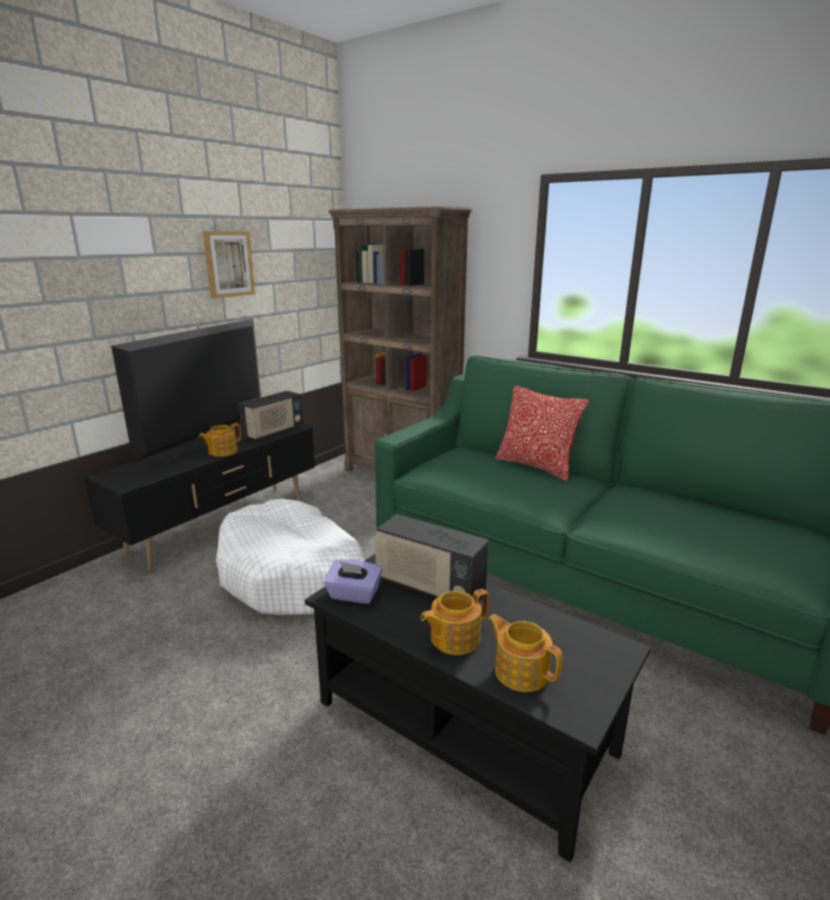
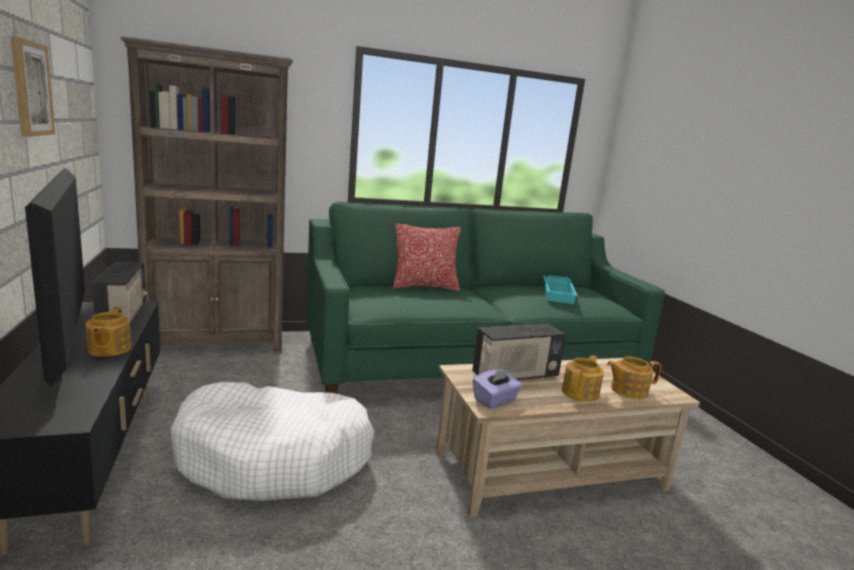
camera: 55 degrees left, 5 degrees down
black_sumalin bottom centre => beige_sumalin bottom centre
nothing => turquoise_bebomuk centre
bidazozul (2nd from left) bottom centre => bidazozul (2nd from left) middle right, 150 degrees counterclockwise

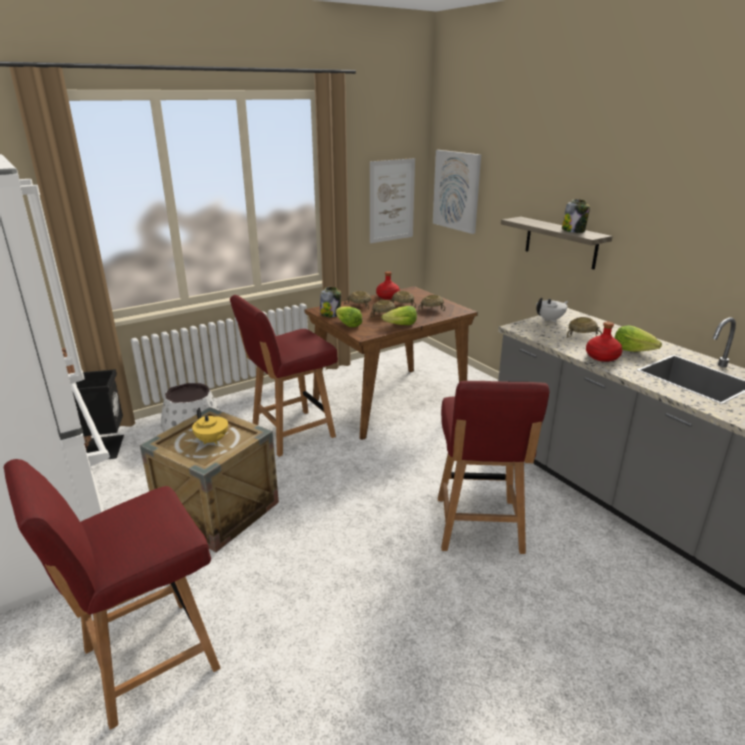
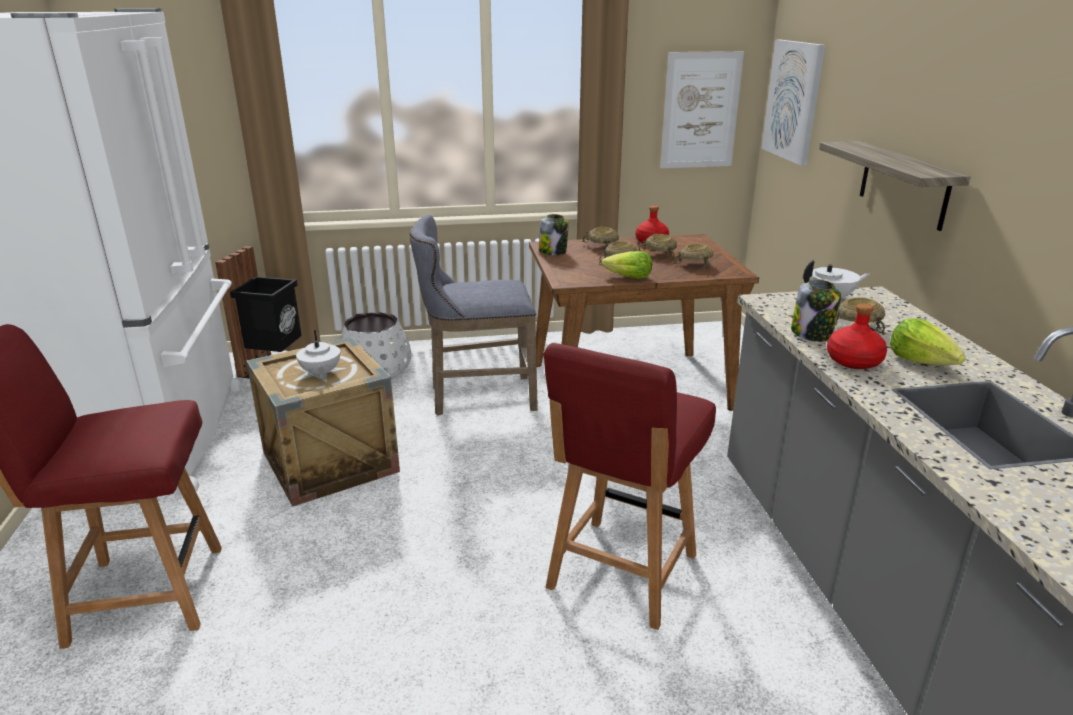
camera: 25 degrees right, 0 degrees up
yellow_bidazozul middle left => white_bidazozul (1st from left) middle left
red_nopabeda (2nd from left) centre => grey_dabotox centre
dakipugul (2nd from left) top right => dakipugul (2nd from left) middle right, moved
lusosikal (1st from left) centre => nothing

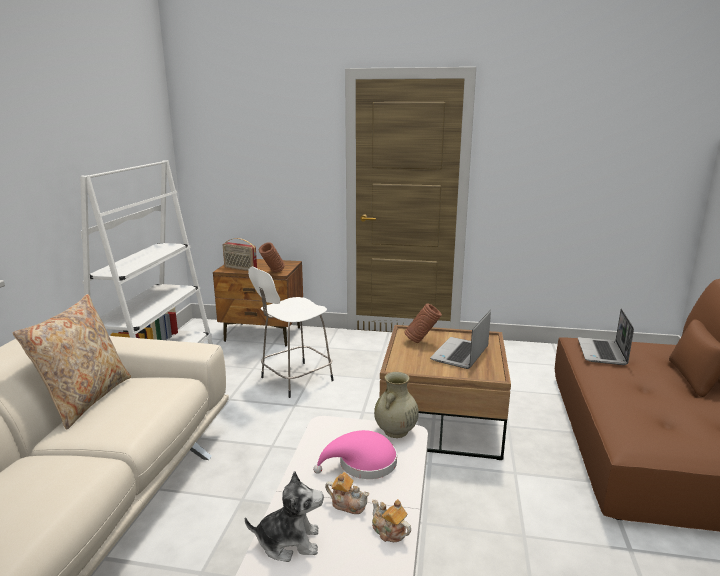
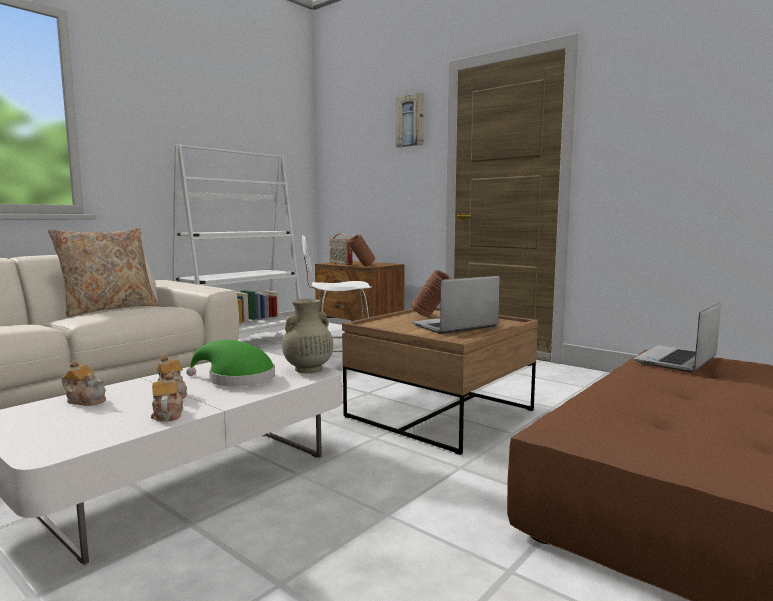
camera: 30 degrees right, 10 degrees down
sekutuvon bottom centre => bidazozul (1st from left) middle left
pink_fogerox bottom centre => green_fogerox middle left
nothing => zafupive top centre

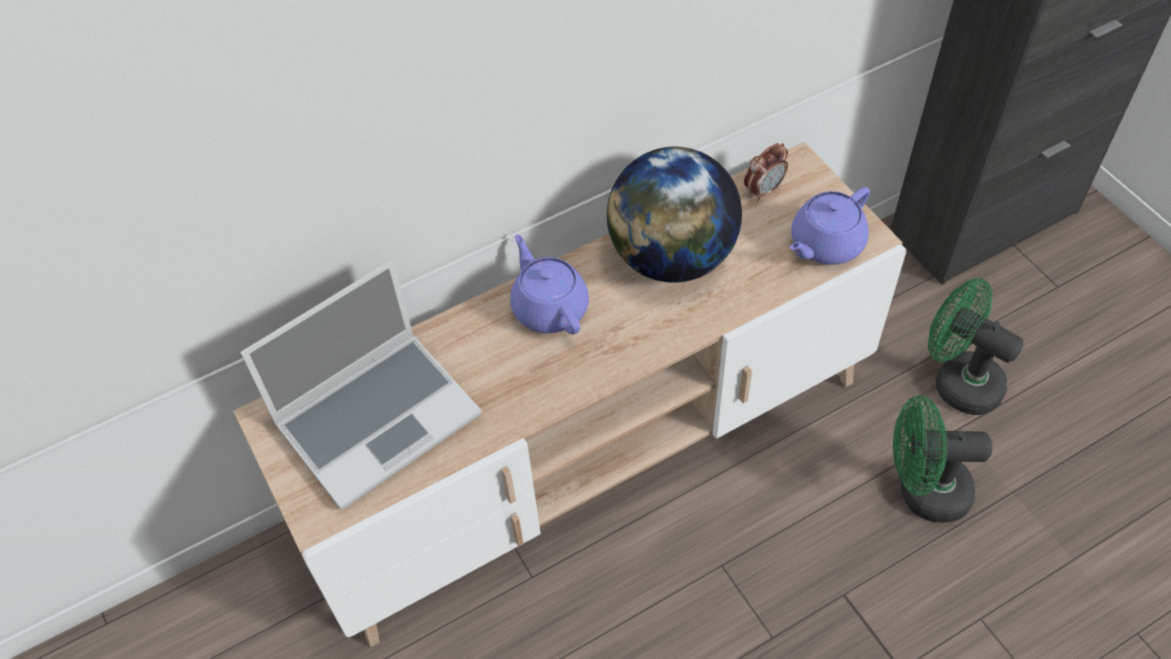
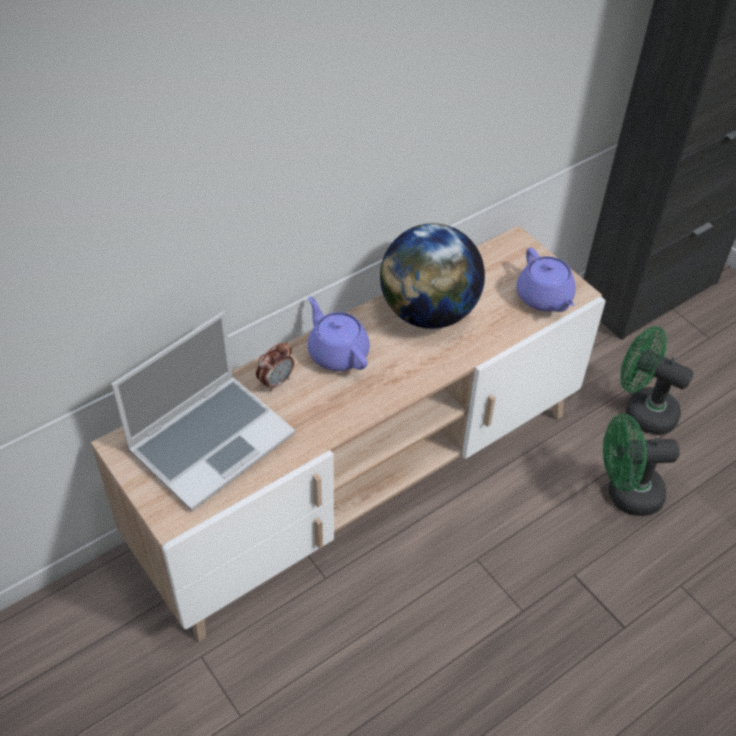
camera: 10 degrees left, 5 degrees down
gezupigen top centre => gezupigen centre, moved
purple_bidazozul (2nd from left) middle right, 60 degrees counterclockwise

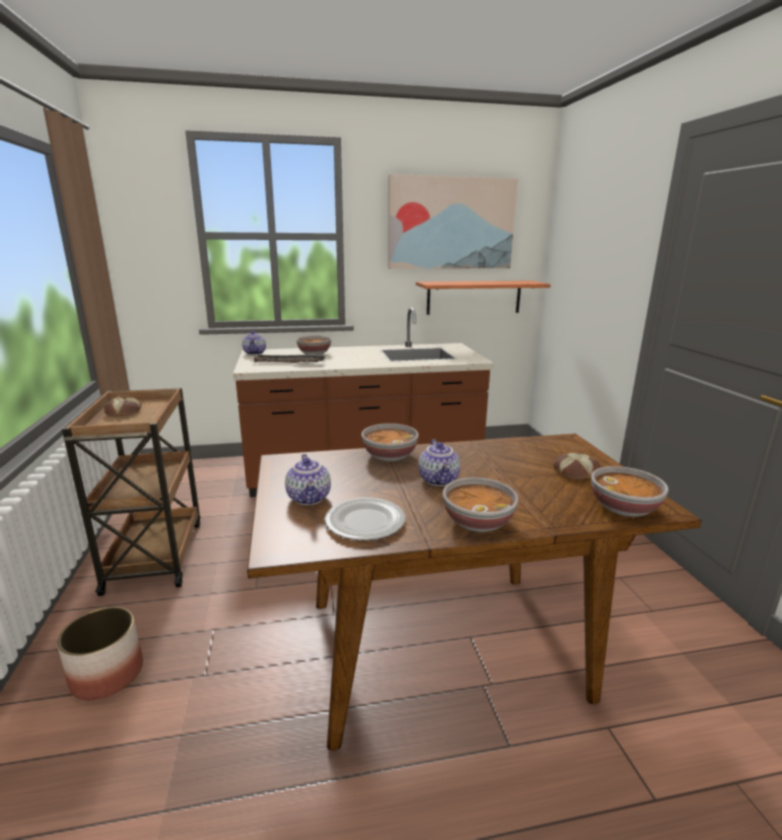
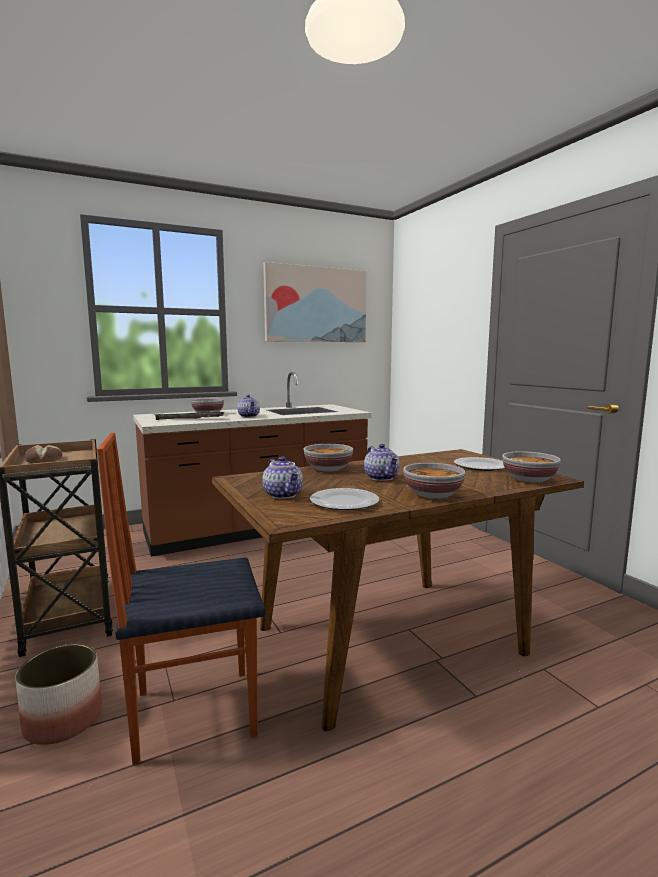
camera: 15 degrees left, 10 degrees down
nothing => nopabeda bottom left
bidazozul (1st from left) middle left => bidazozul (1st from left) centre, moved
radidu (2nd from left) middle right => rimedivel (2nd from left) middle right
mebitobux centre => nothing

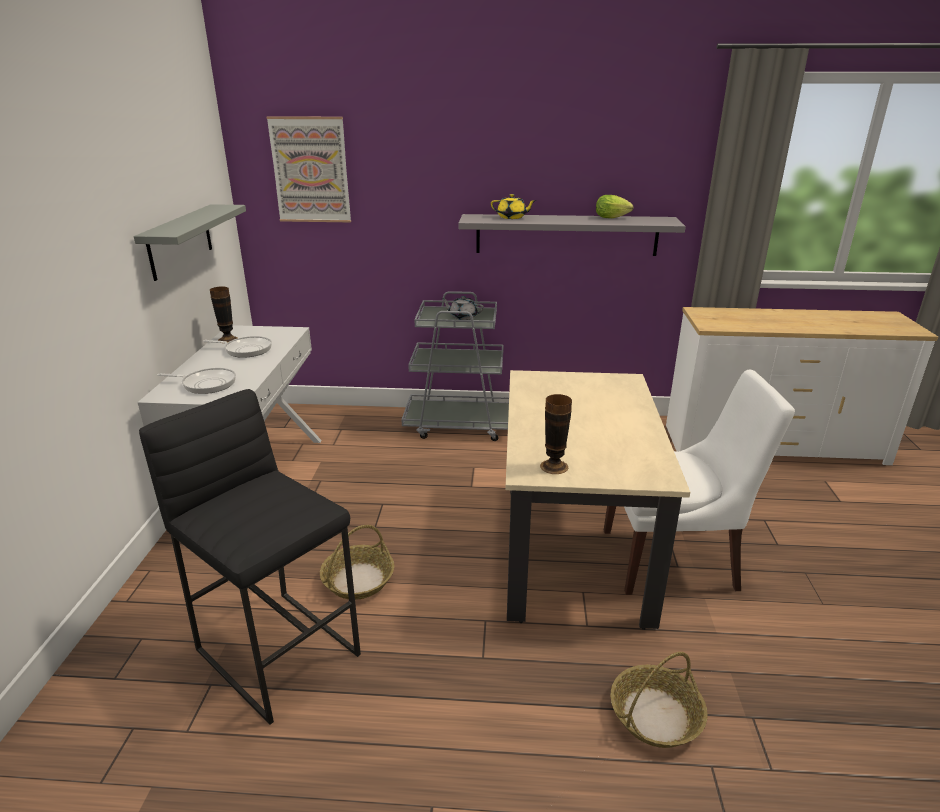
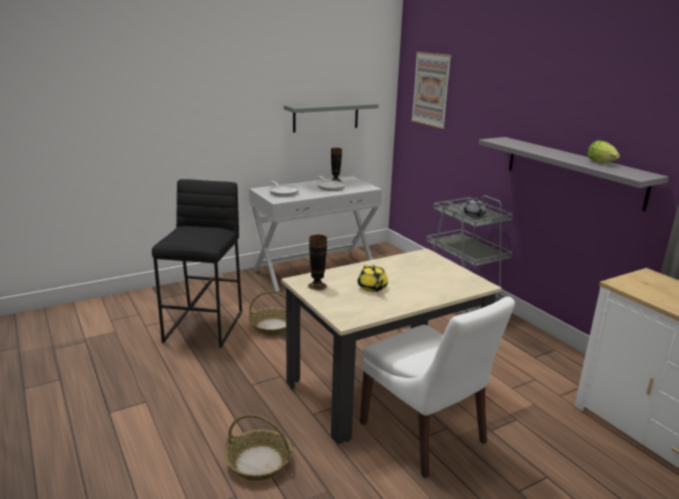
camera: 55 degrees right, 5 degrees down
yellow_bidazozul top centre => yellow_bidazozul centre, moved

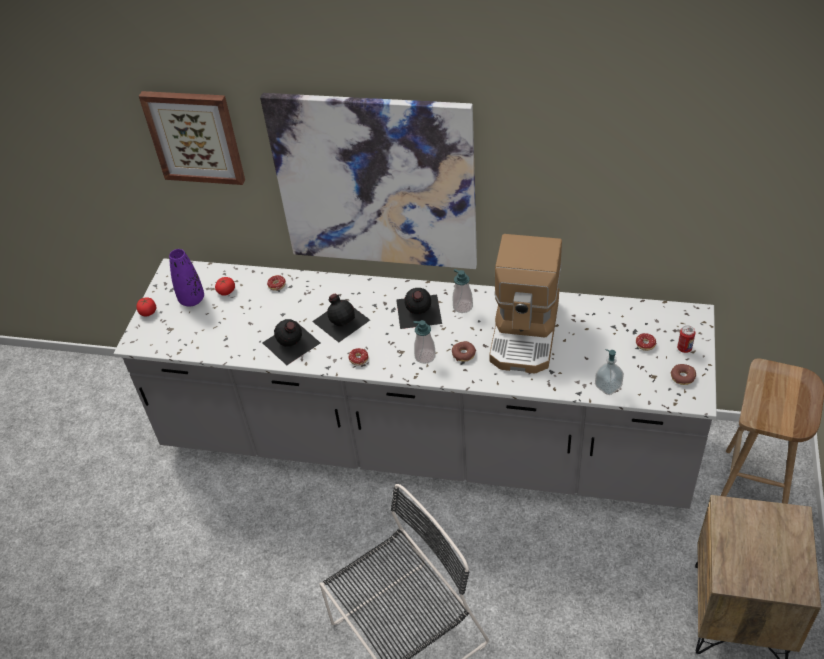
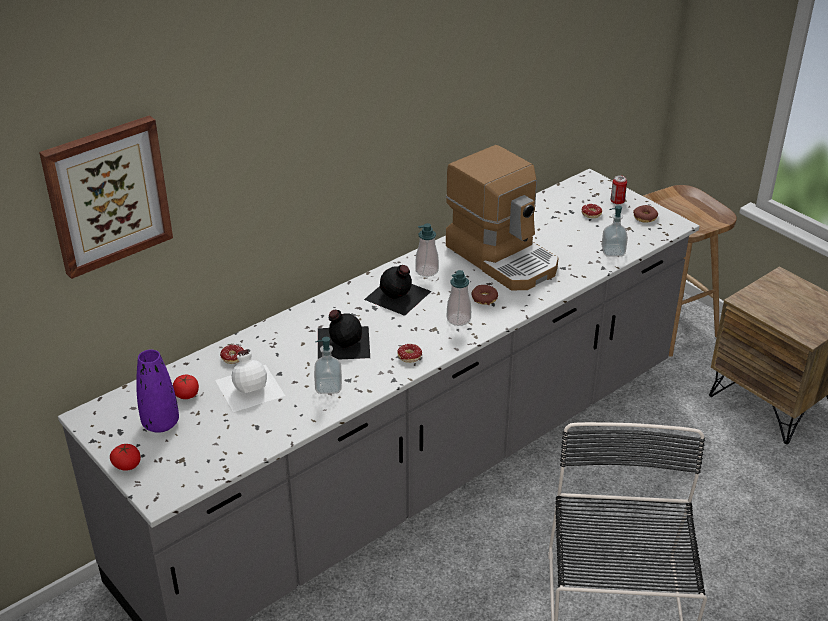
camera: 55 degrees left, 10 degrees down
nothing => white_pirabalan middle left
black_pirabalan (1st from left) centre => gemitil (1st from left) centre
zafupive (2nd from left) top centre => nothing

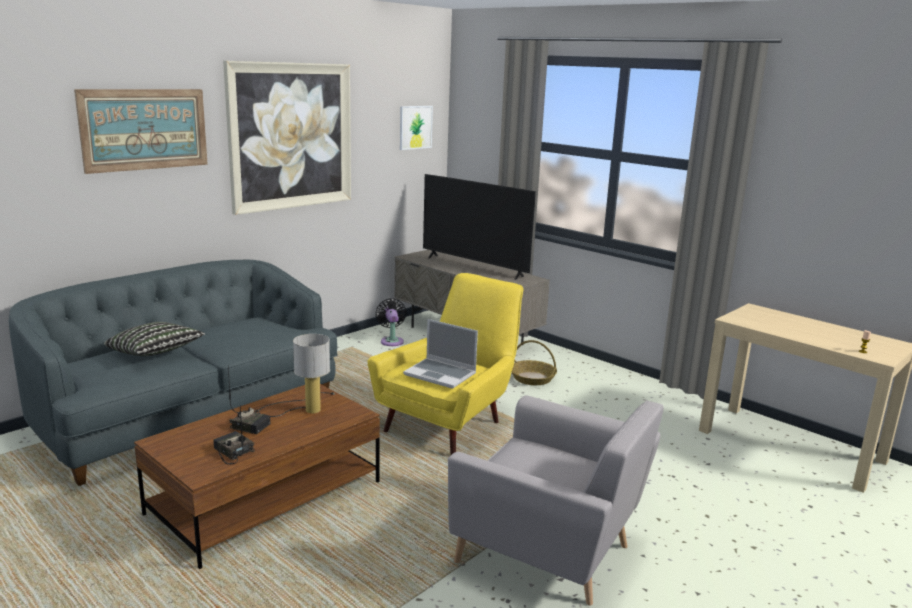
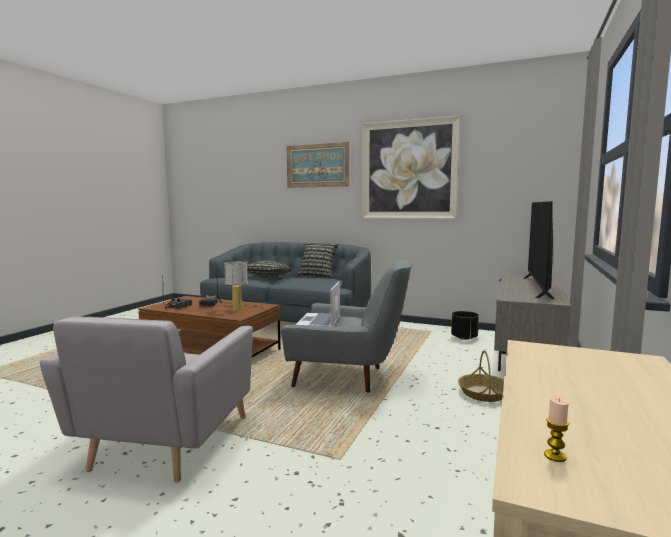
camera: 70 degrees right, 10 degrees down
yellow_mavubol centre => grey_mavubol (2nd from left) centre
nothing => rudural (2nd from left) centre
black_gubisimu centre => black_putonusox middle right
zafupive (3rd from left) top centre => nothing

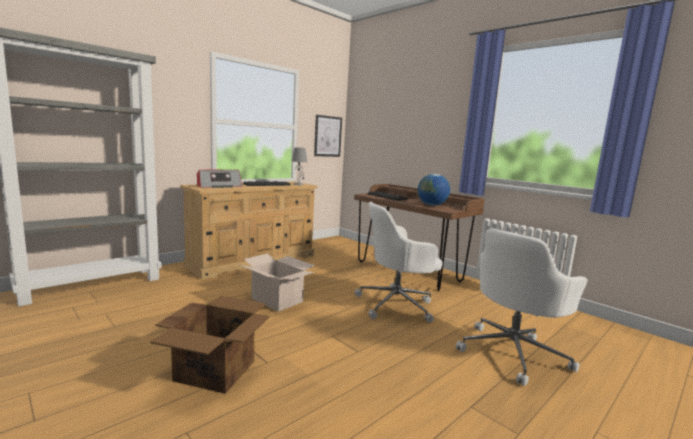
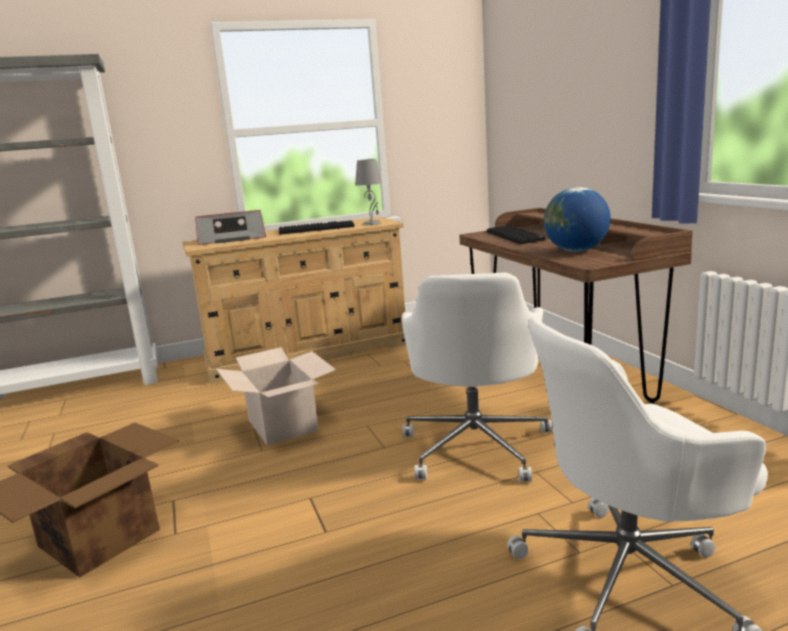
camera: 25 degrees right, 5 degrees up
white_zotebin (1st from left) centre, 90 degrees counterclockwise
zafupive top centre => nothing

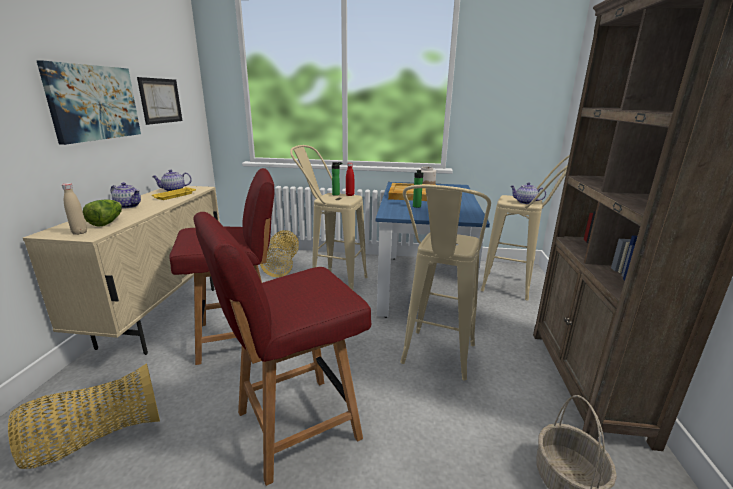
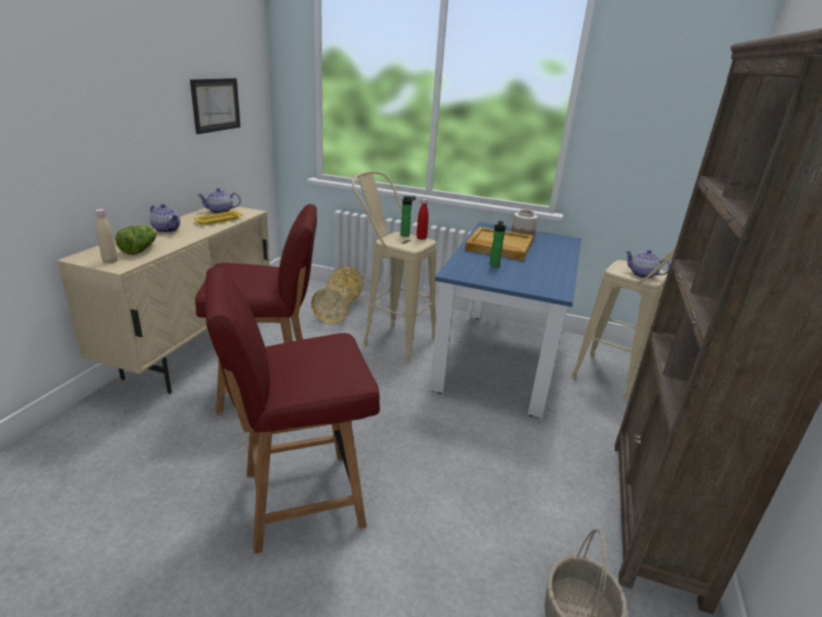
camera: 10 degrees right, 5 degrees up
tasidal (1st from left) bottom left => nothing
zafupive (1st from left) top left => nothing
beige_dabotox (2nd from left) centre => nothing

